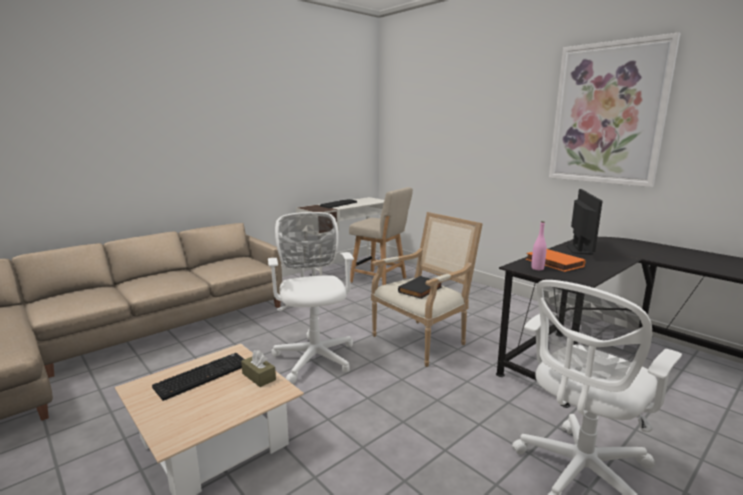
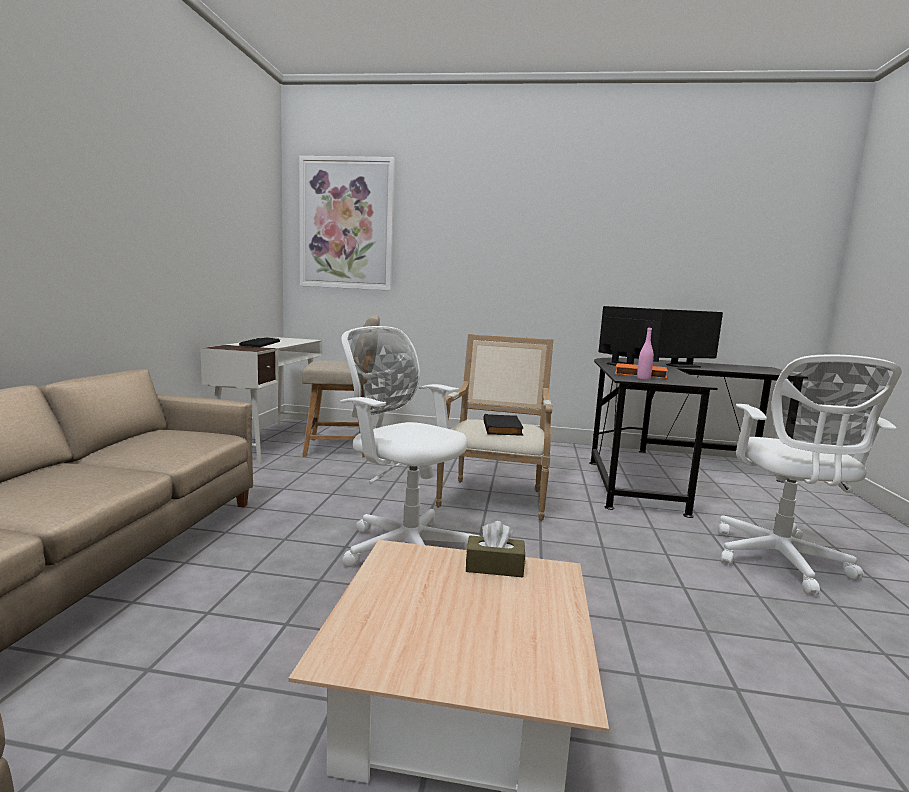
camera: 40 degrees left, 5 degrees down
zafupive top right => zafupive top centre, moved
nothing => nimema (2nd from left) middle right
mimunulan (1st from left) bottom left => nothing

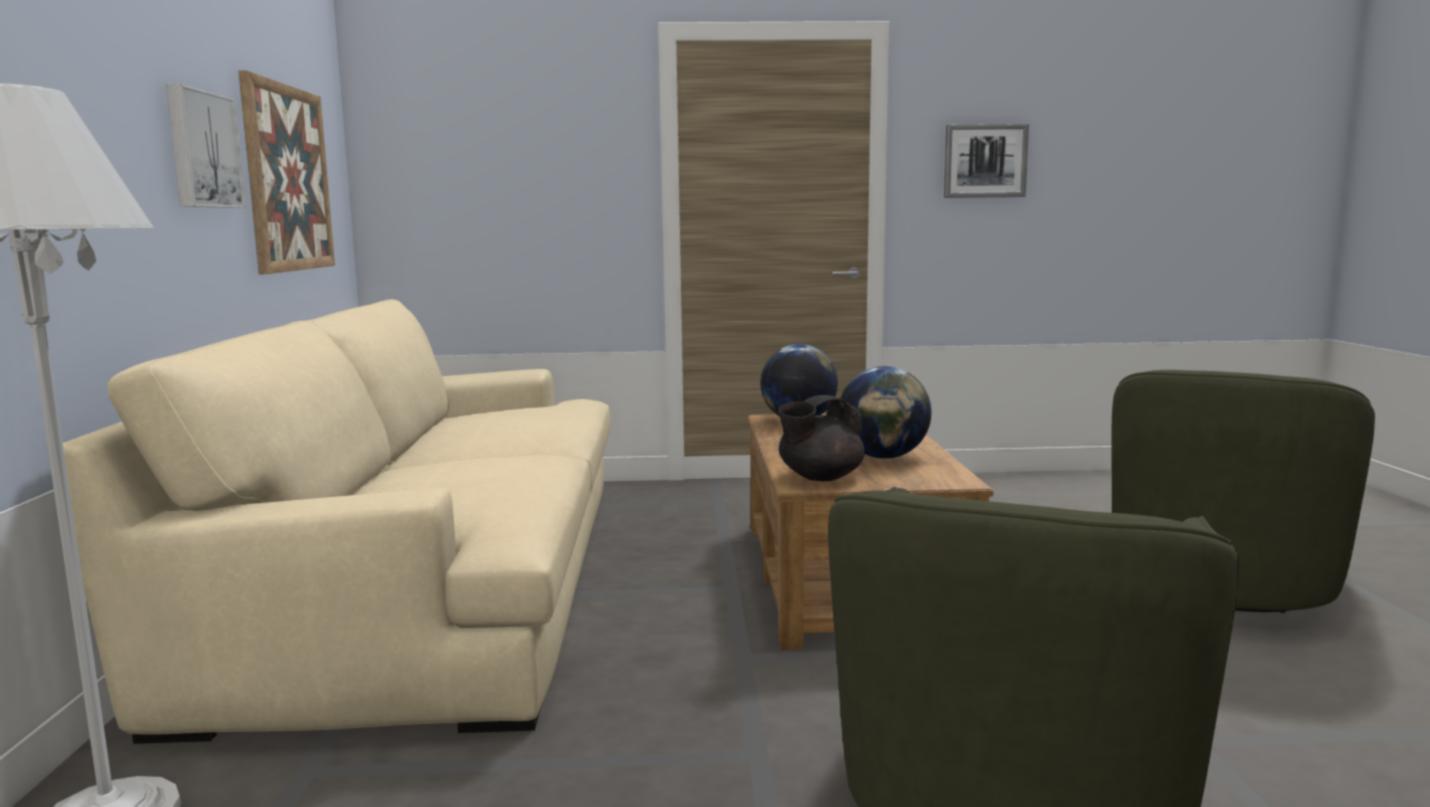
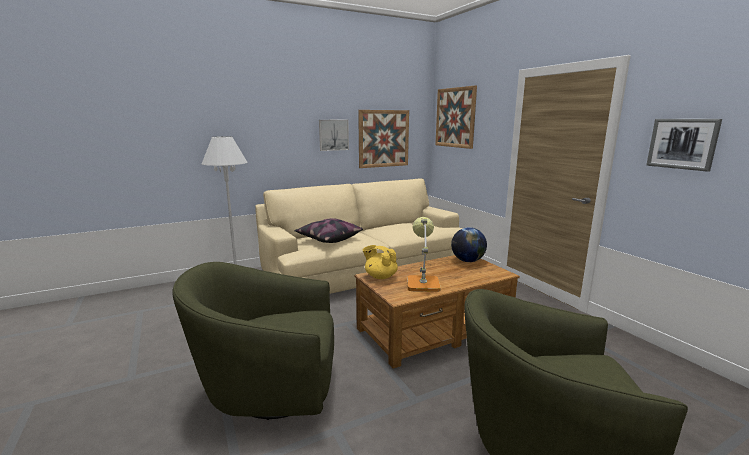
camera: 65 degrees right, 5 degrees up
nothing => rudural centre
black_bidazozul centre => yellow_bidazozul centre
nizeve (2nd from left) centre => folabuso centre
nothing => zafupive (3rd from left) top centre

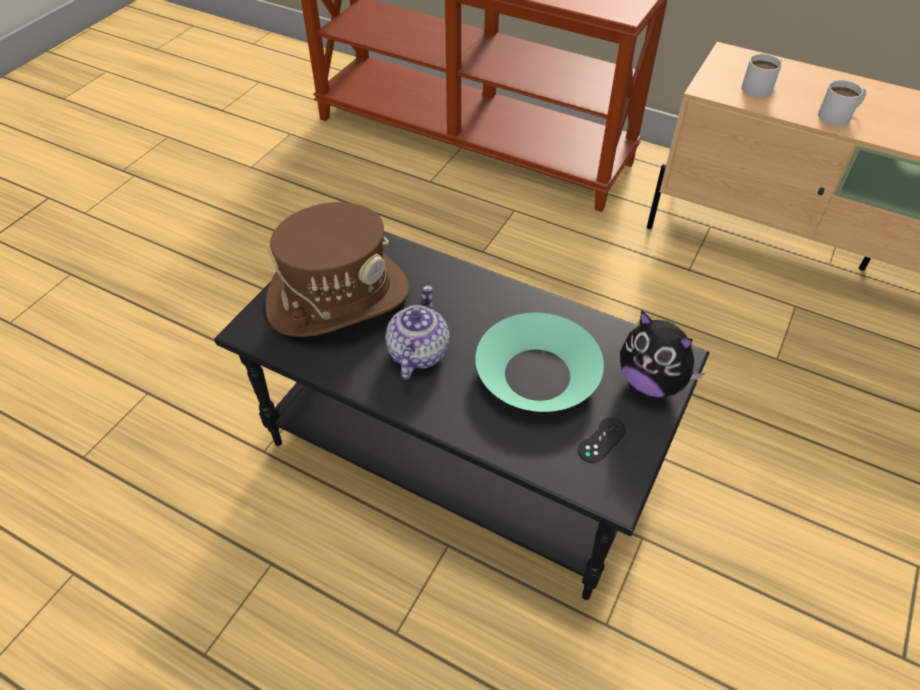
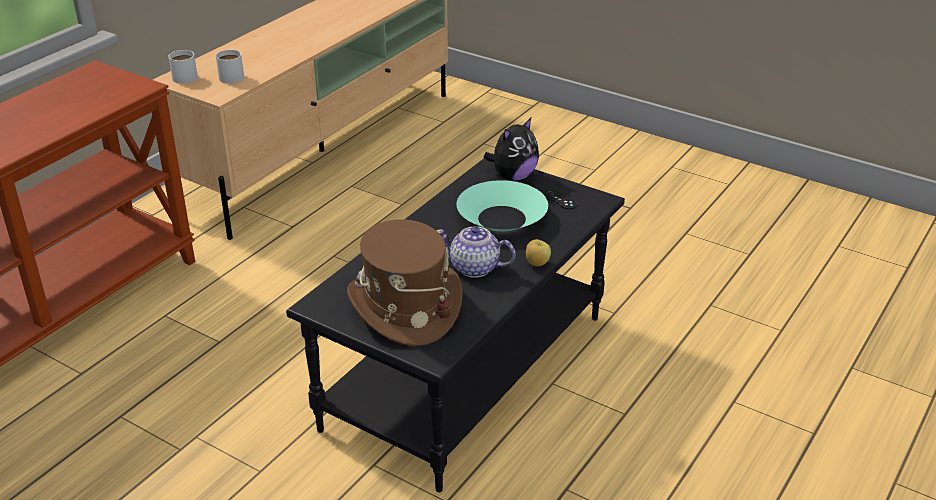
camera: 85 degrees left, 15 degrees down
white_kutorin (2nd from left in the first image) top right => white_kutorin (1st from left) top left, moved
nothing => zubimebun centre

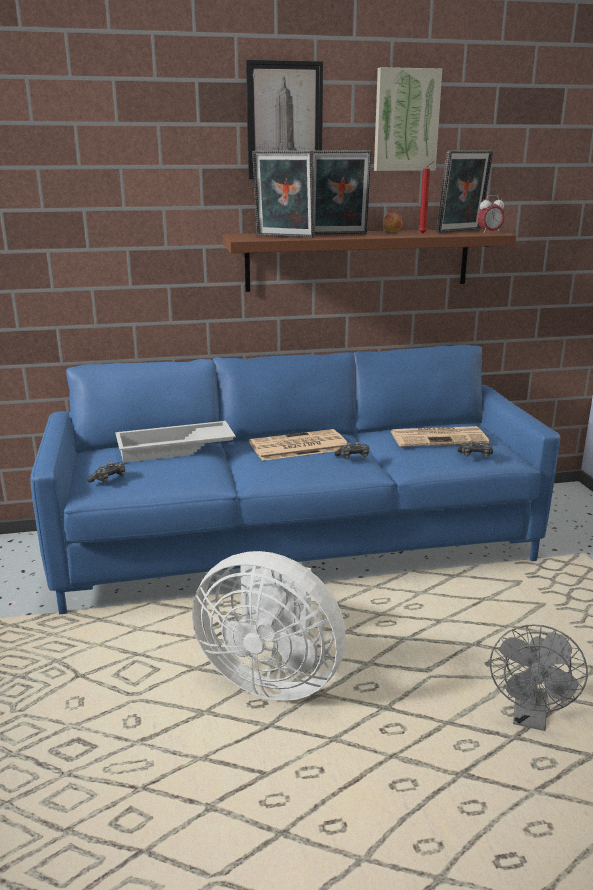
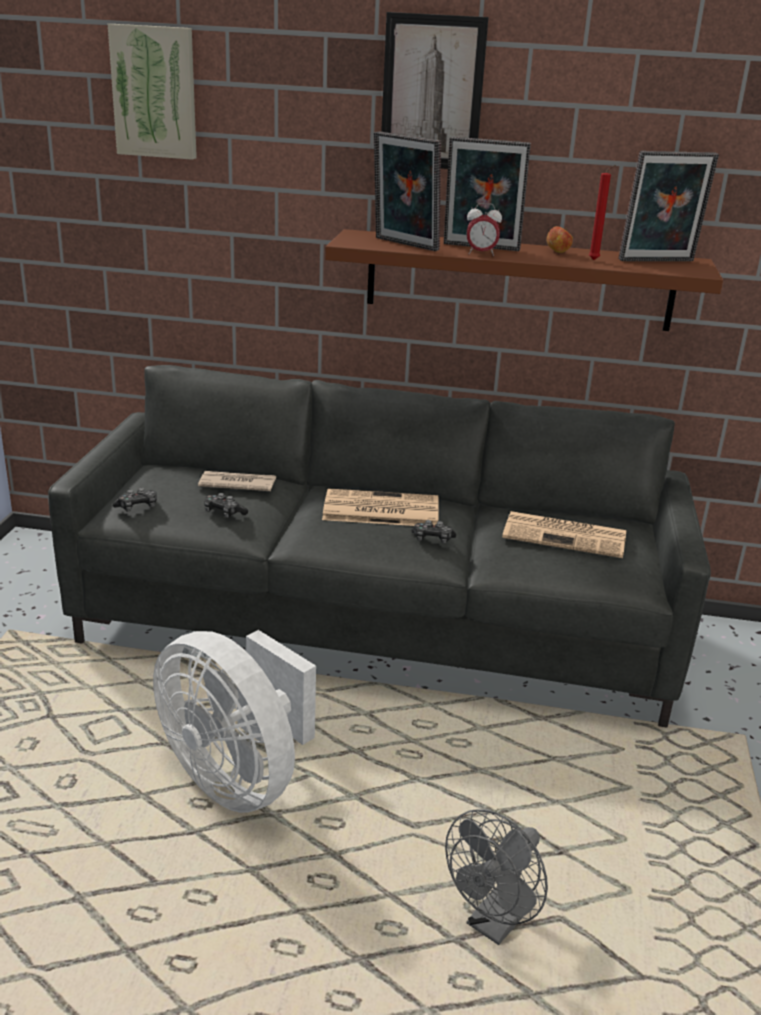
camera: 20 degrees right, 5 degrees up
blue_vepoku centre => grey_vepoku centre
zafupive (2nd from left in the first image) top right => zafupive (1st from left) top left, moved
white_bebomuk middle left => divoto (1st from left) middle left
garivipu (3rd from left in the first image) middle right => garivipu (2nd from left) middle left, moved
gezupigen top right => gezupigen top centre, moved

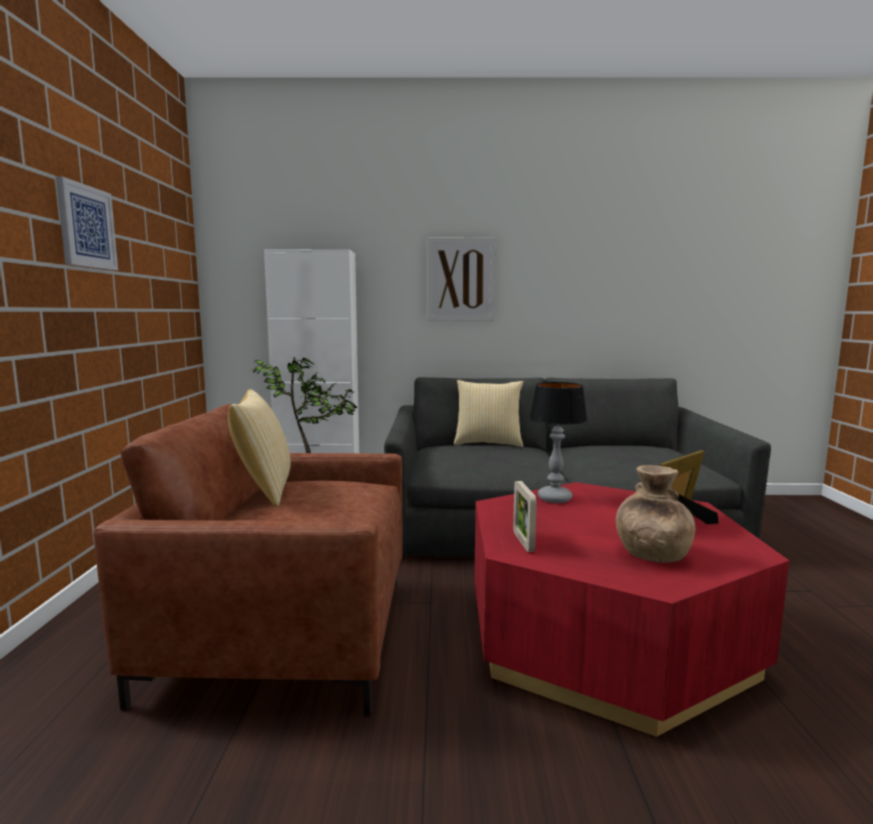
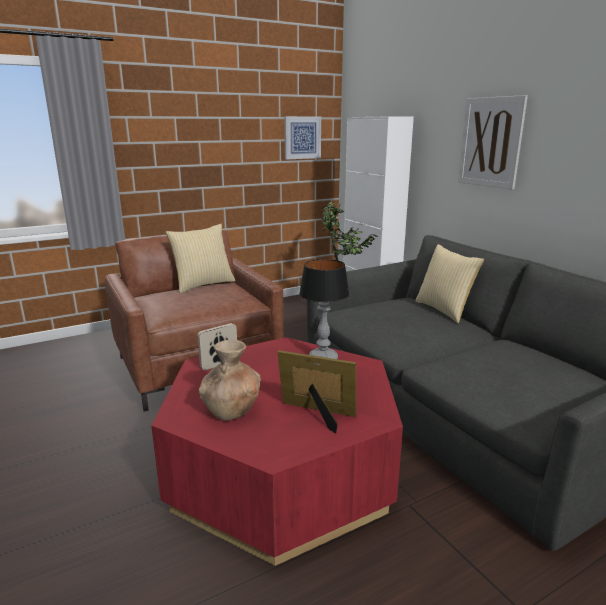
camera: 60 degrees right, 10 degrees up
zafupive (1st from left) top left => zafupive (1st from left) top centre, moved

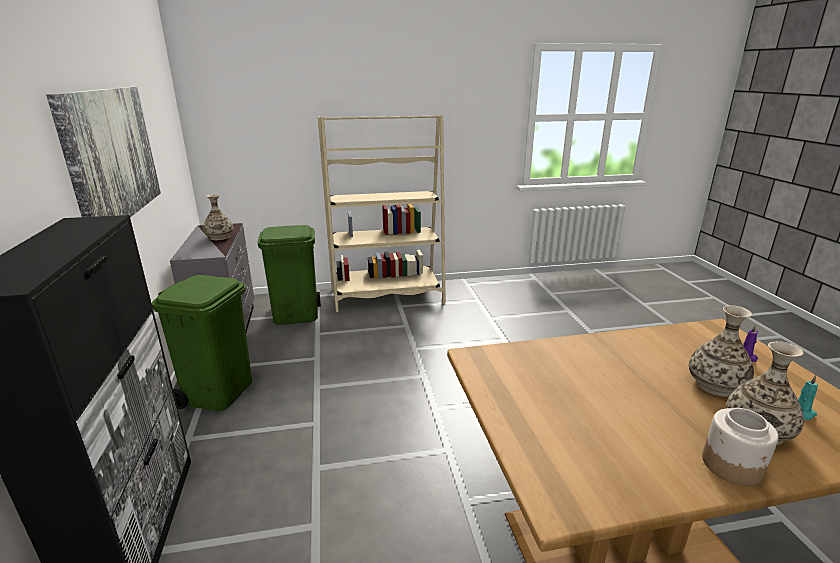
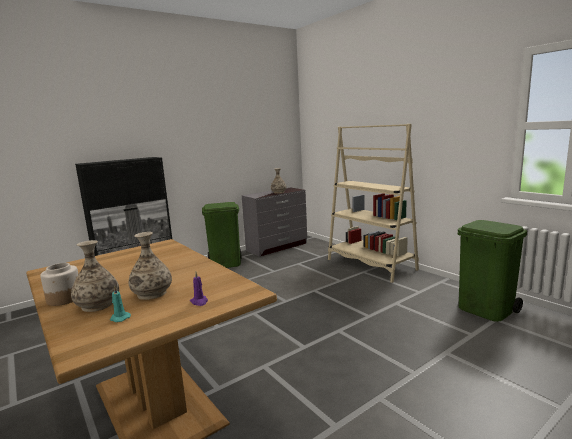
camera: 65 degrees right, 10 degrees down
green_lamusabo (2nd from left) centre => green_lamusabo (2nd from left) middle right, moved
zafupive top left => nothing

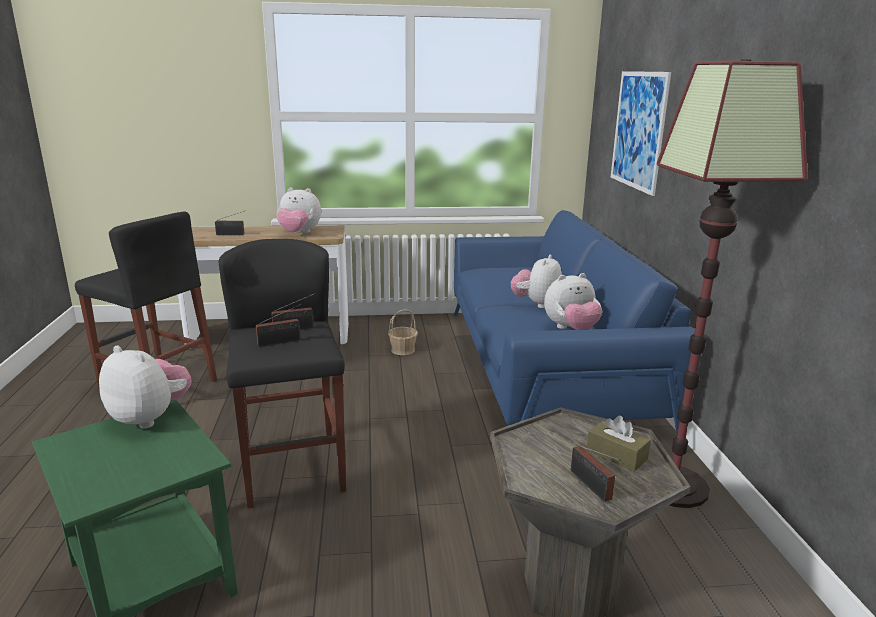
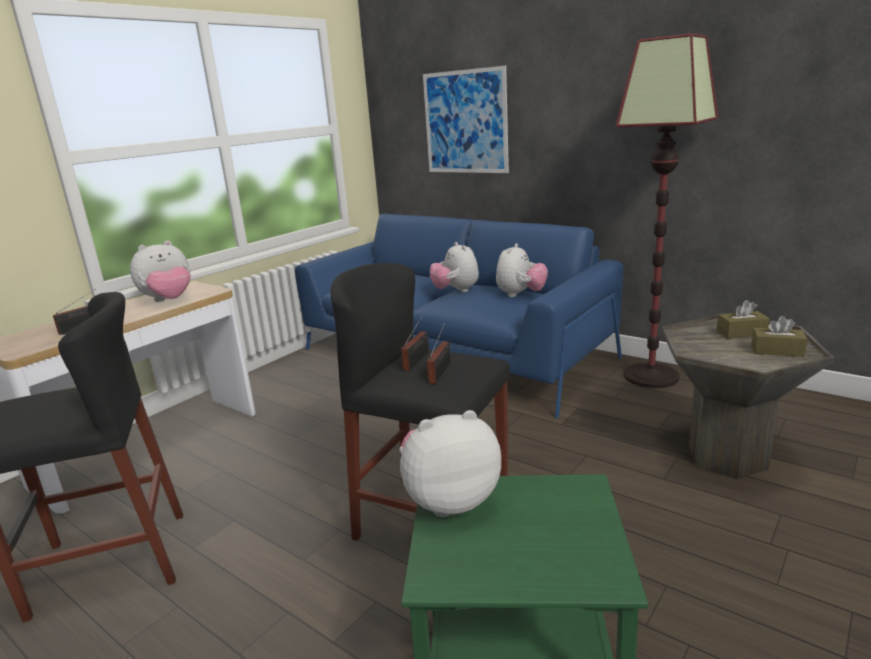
camera: 45 degrees left, 0 degrees up
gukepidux (4th from left) bottom right => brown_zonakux (2nd from left) middle right
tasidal centre => nothing

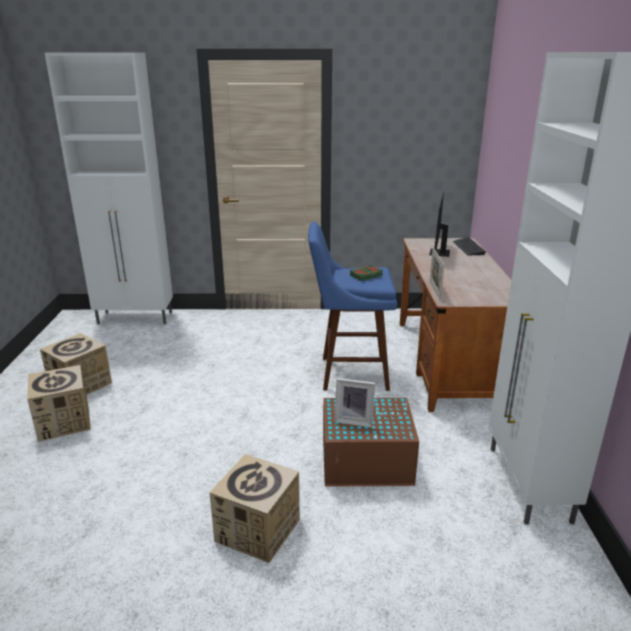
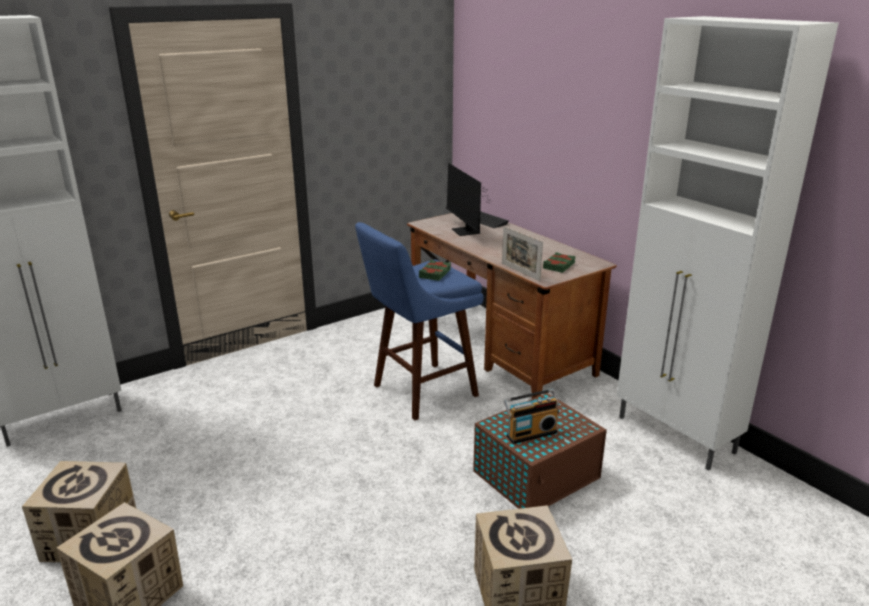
camera: 35 degrees left, 0 degrees up
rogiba (1st from left) centre => gukepidux bottom centre
nothing => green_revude (2nd from left) centre

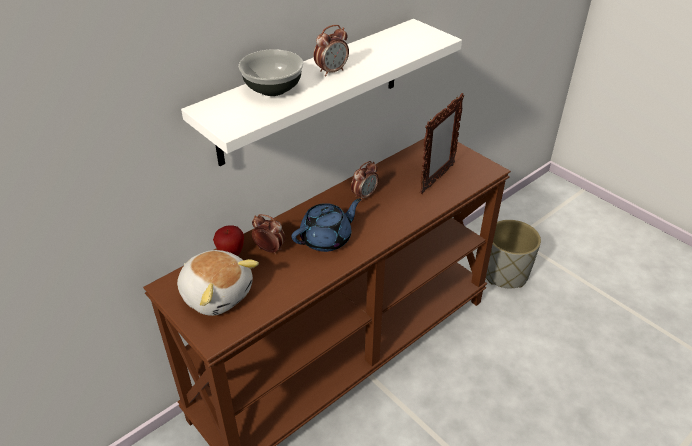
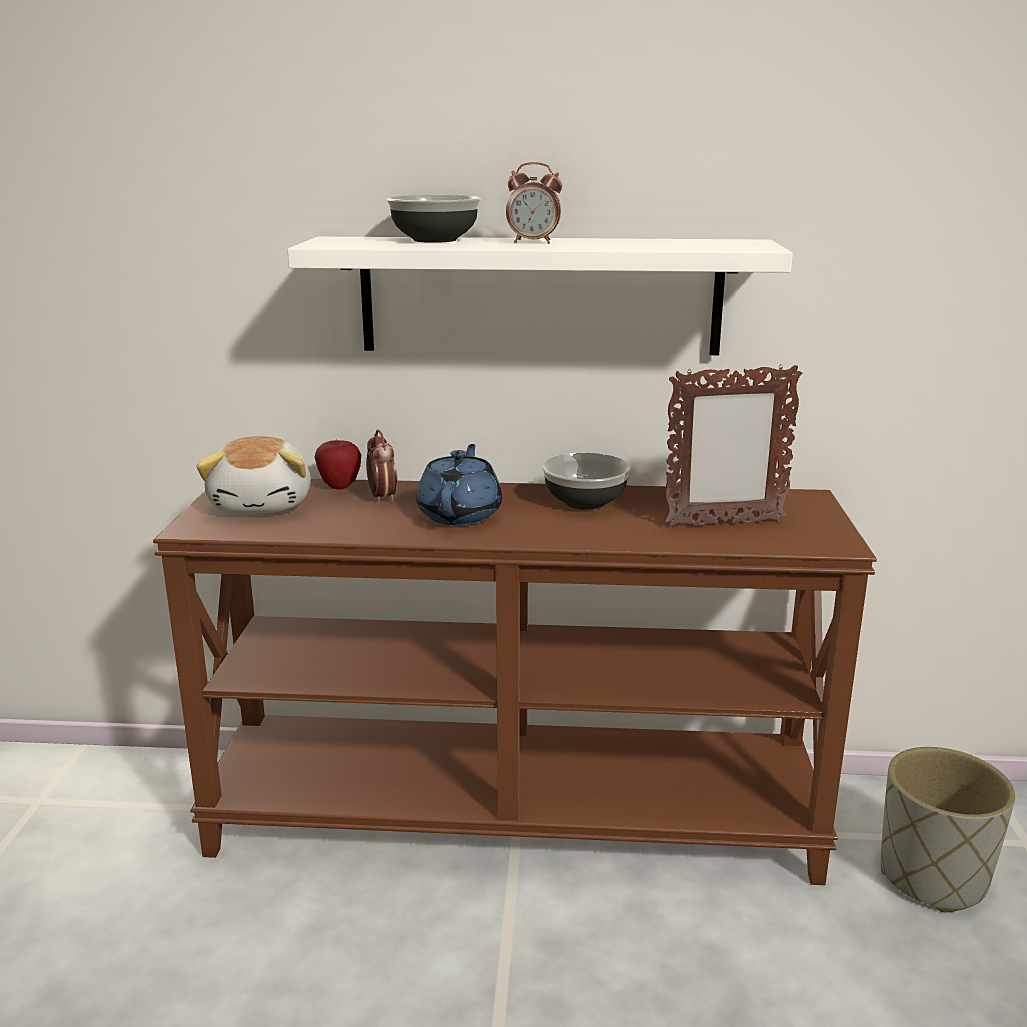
camera: 45 degrees right, 20 degrees down
blue_bidazozul centre, 90 degrees counterclockwise
gezupigen (3rd from left) centre => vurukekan (2nd from left) centre

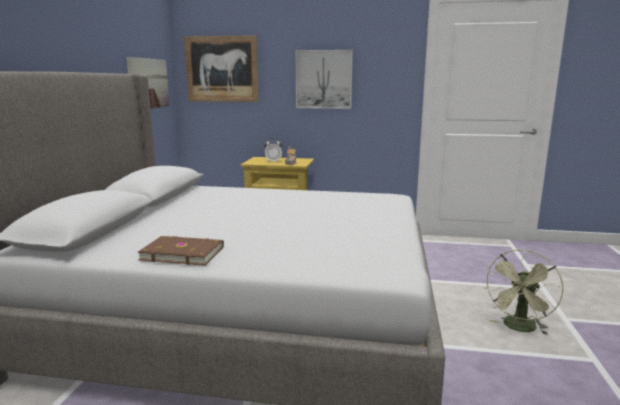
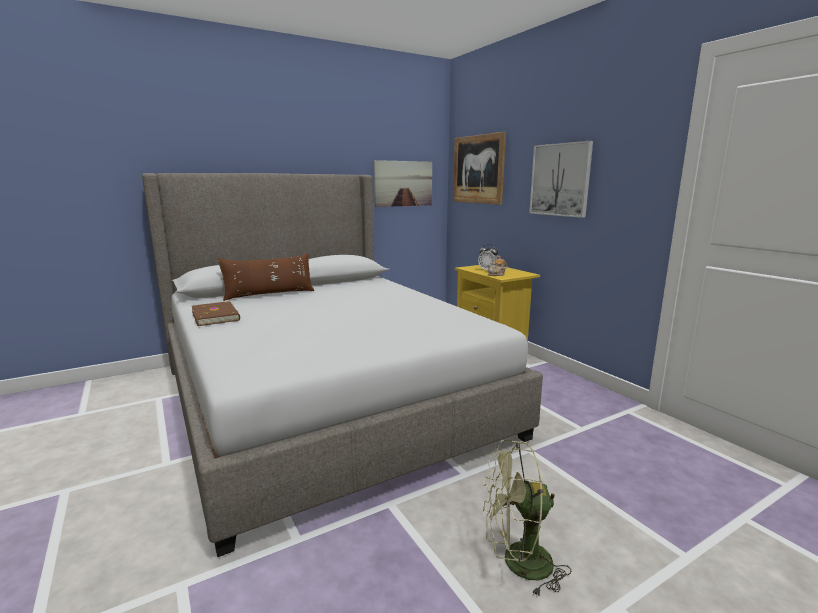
camera: 50 degrees right, 0 degrees up
nothing => brown_rudural middle left

